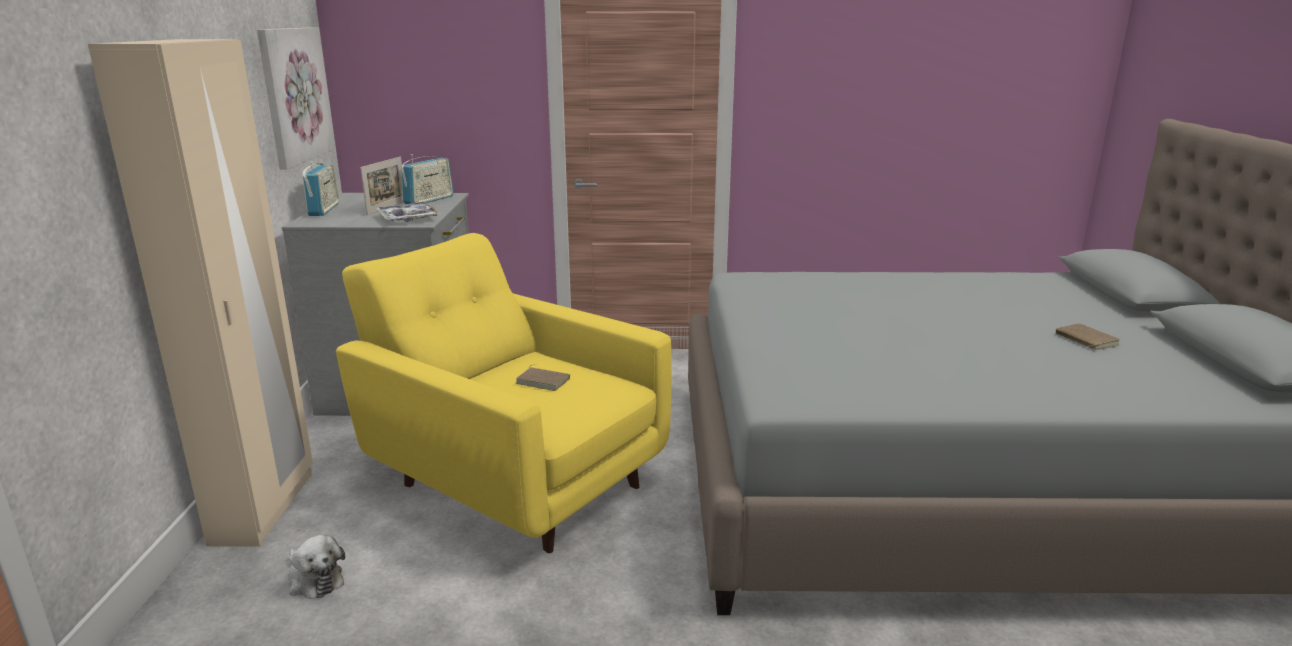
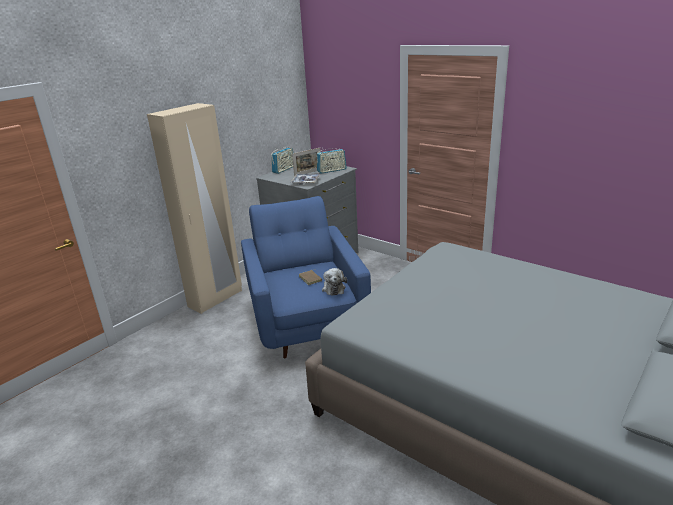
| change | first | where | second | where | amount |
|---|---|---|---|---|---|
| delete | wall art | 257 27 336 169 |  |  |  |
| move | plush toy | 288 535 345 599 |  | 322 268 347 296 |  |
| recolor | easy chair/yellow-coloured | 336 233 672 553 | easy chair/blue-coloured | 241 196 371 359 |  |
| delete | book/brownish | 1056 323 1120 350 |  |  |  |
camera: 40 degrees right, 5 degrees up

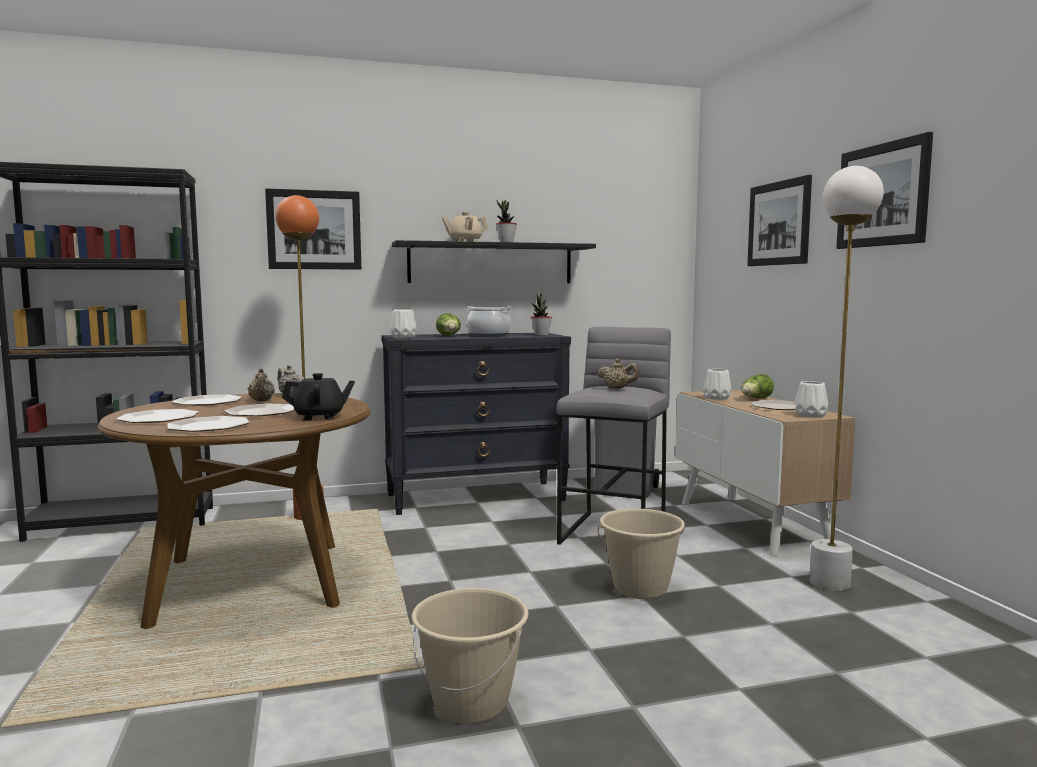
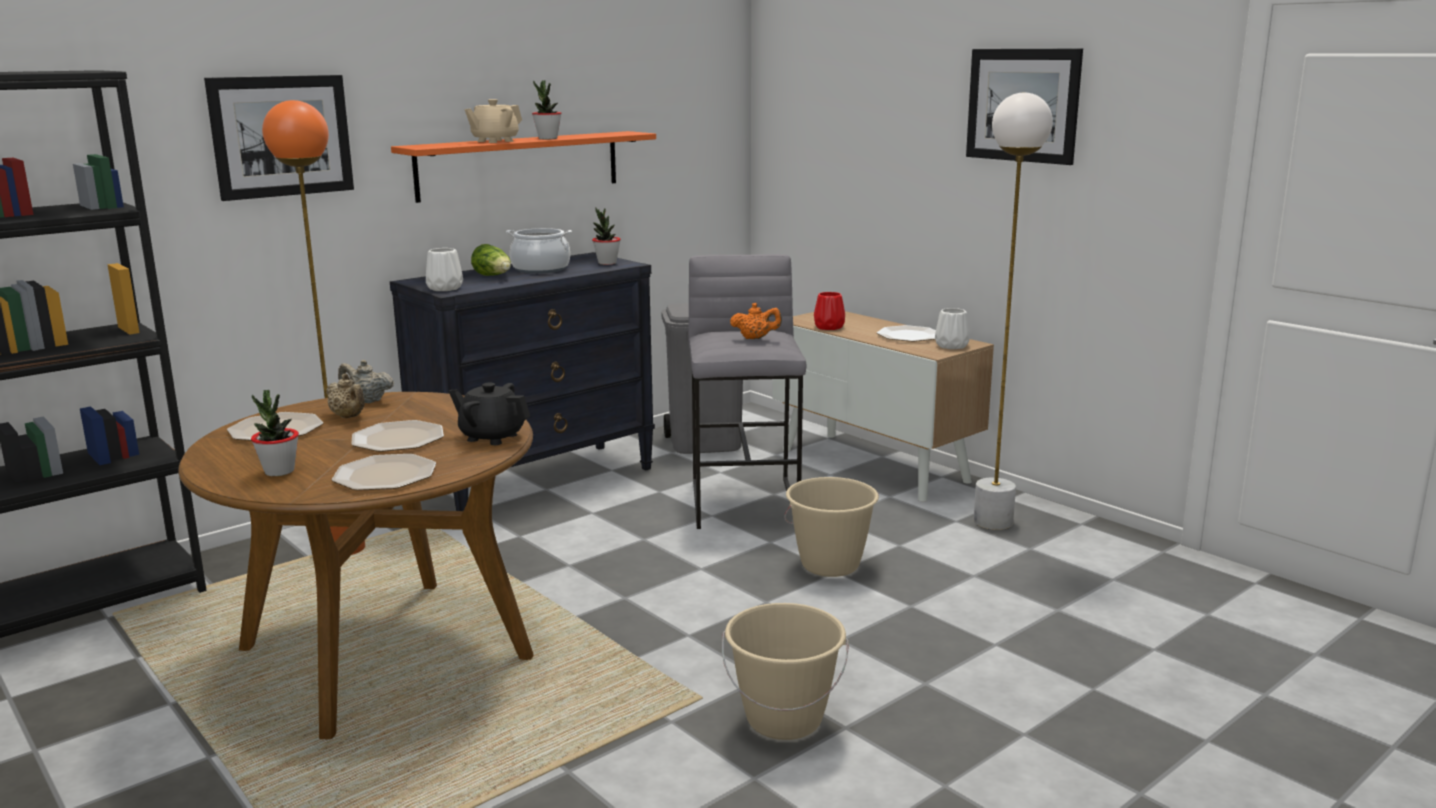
| change | first | where | second | where | amount |
|---|---|---|---|---|---|
| replace | dinner plate | 116 409 199 423 | potted plant | 251 390 299 476 |  |
| rotate | pot for tea/black-coloured | 282 373 355 421 |  | 449 382 530 445 | 120 degrees counterclockwise |
| recolor | shelf/black-coloured | 392 240 596 283 | shelf/orange | 391 131 656 203 |  |
| recolor | pot for tea/beige-coloured | 598 358 639 389 | pot for tea/orange | 730 303 782 339 |  |
| recolor | vase/whitish | 703 369 731 400 | vase/reddish | 814 292 845 330 |  |
| delete | lettuce head | 741 374 774 399 |  |  |  |
| delete | wall art | 747 175 812 266 |  |  |  |
camera: 25 degrees left, 10 degrees up

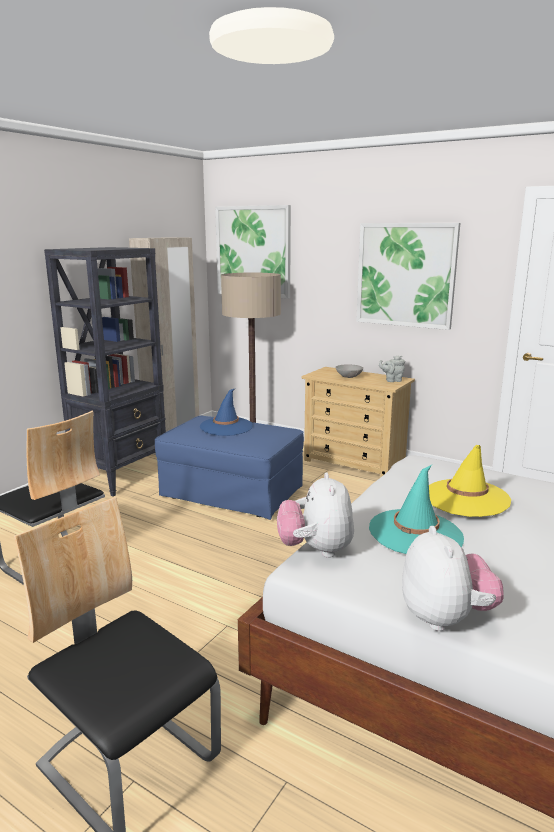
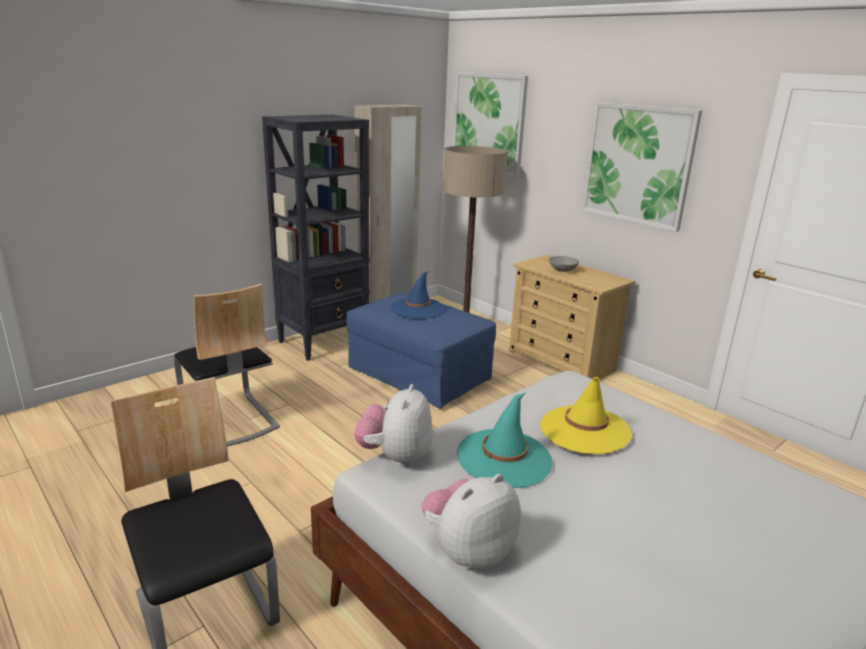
| change | first | where | second | where | amount |
|---|---|---|---|---|---|
| delete | pot for tea/gray | 379 355 405 382 |  |  |  |
| rotate | plush toy | 402 526 504 631 |  | 422 474 521 570 | 135 degrees counterclockwise |
camera: 15 degrees right, 5 degrees up

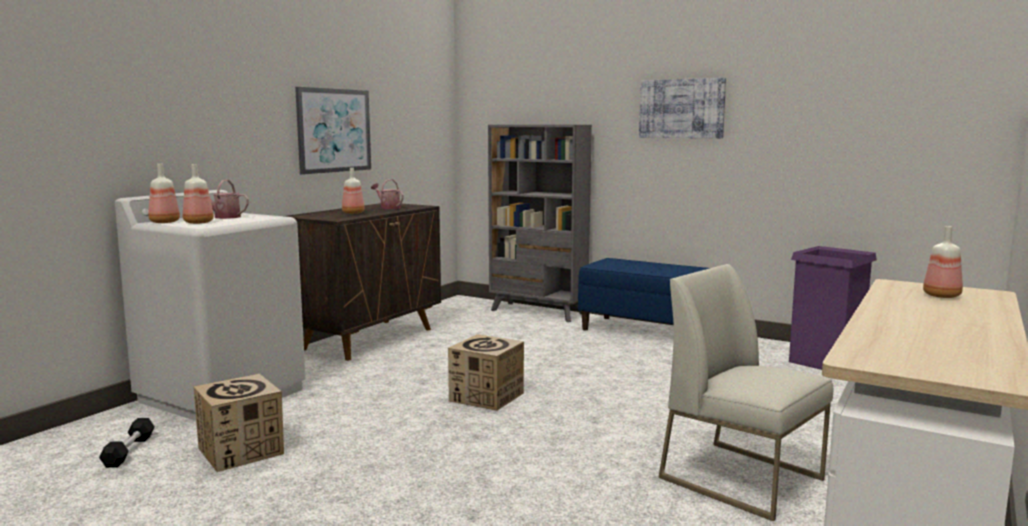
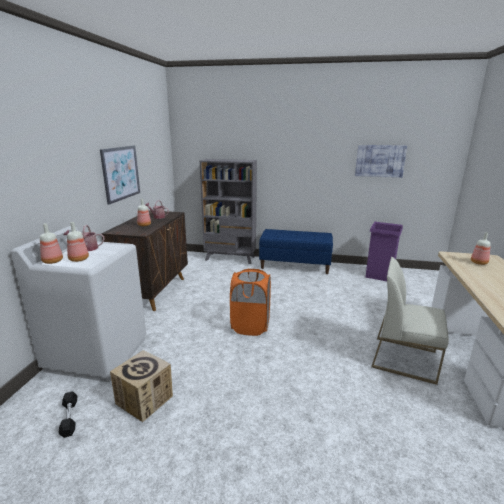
| change | first | where | second | where | amount |
|---|---|---|---|---|---|
| replace | cardboard box | 448 334 524 411 | washing basket/orange | 230 269 271 336 |  |
| move | wall art | 639 78 726 138 |  | 355 145 407 178 |  |
camera: 20 degrees left, 10 degrees up

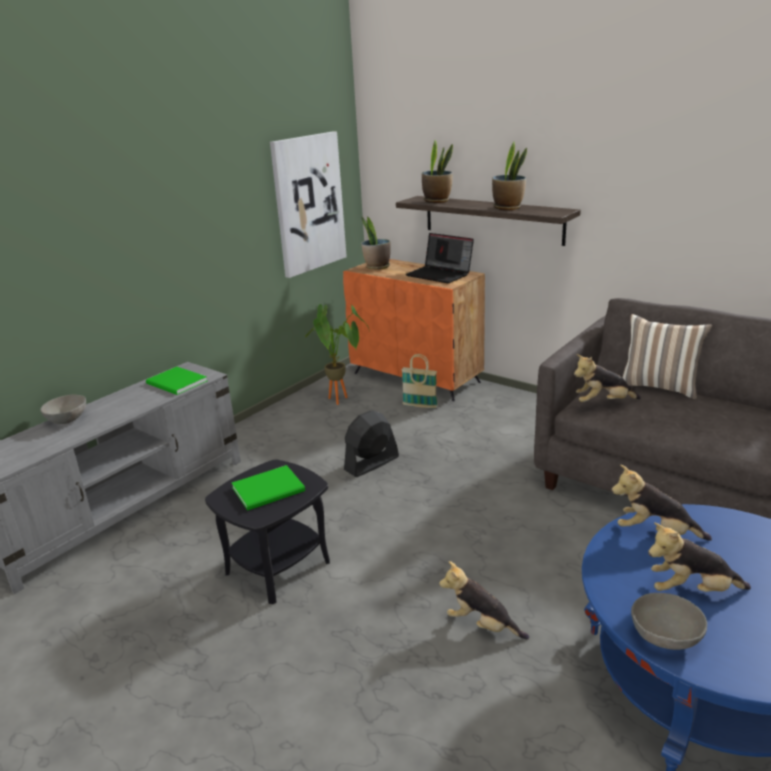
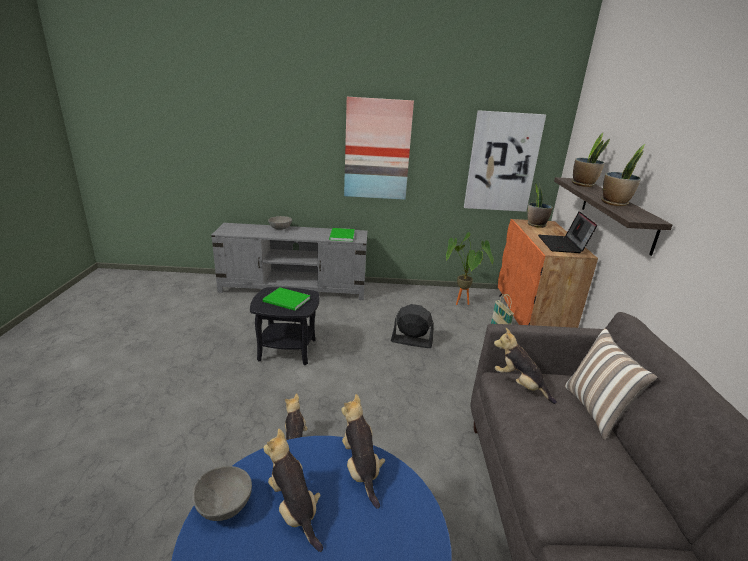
| change | first | where | second | where | amount |
|---|---|---|---|---|---|
| insert |  |  | wall art | 344 97 414 200 |  |
camera: 50 degrees right, 0 degrees up

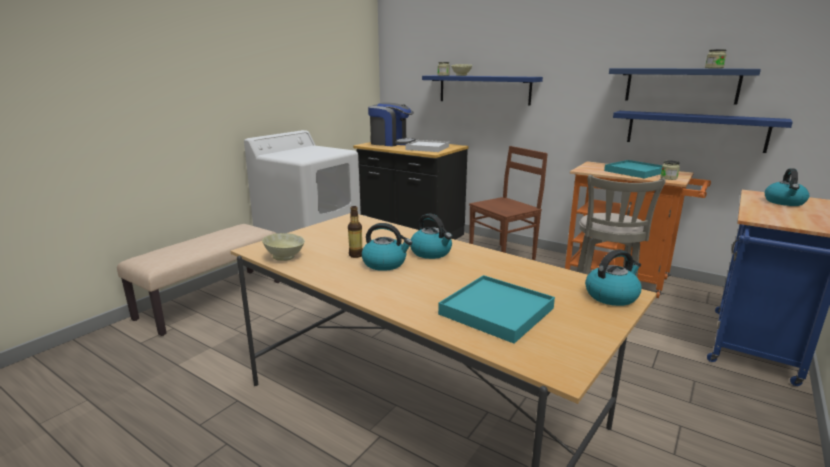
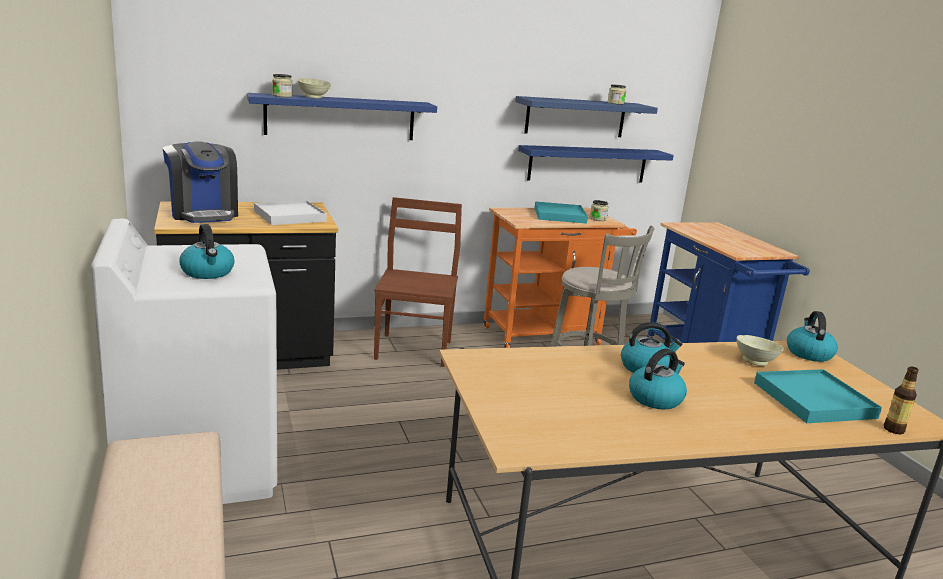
| change | first | where | second | where | amount |
|---|---|---|---|---|---|
| move | bowl/beige-coloured | 262 233 305 261 |  | 736 335 784 366 |  |
| move | drink bottle | 348 206 363 258 |  | 884 366 919 434 |  |
| rotate | coffee maker | 368 102 416 147 |  | 163 142 238 223 | 90 degrees clockwise |
| move | kettle | 765 168 809 206 |  | 179 224 235 279 |  |
camera: 55 degrees left, 0 degrees up

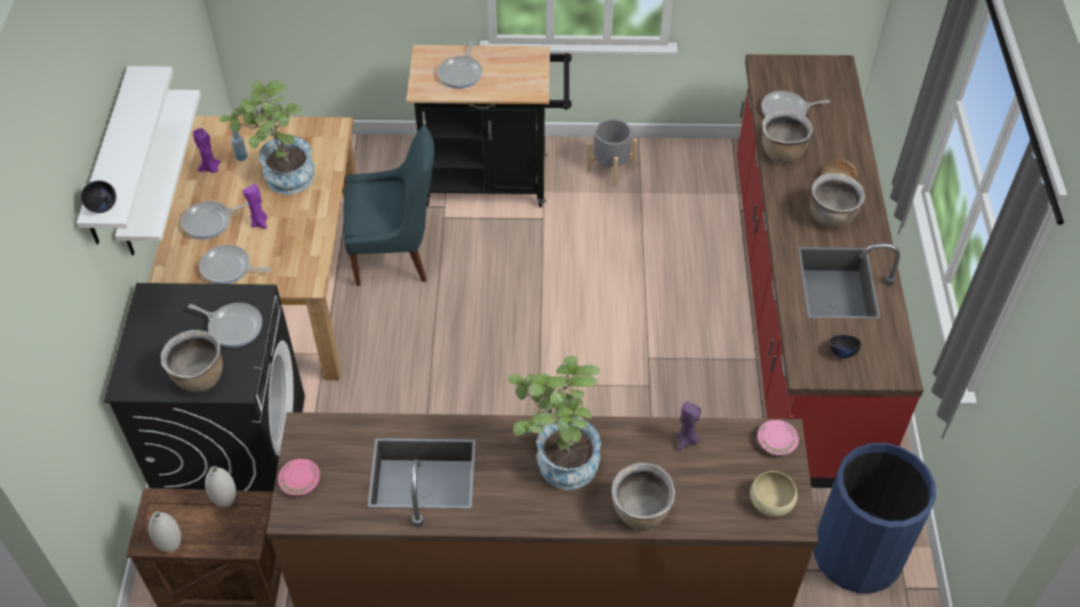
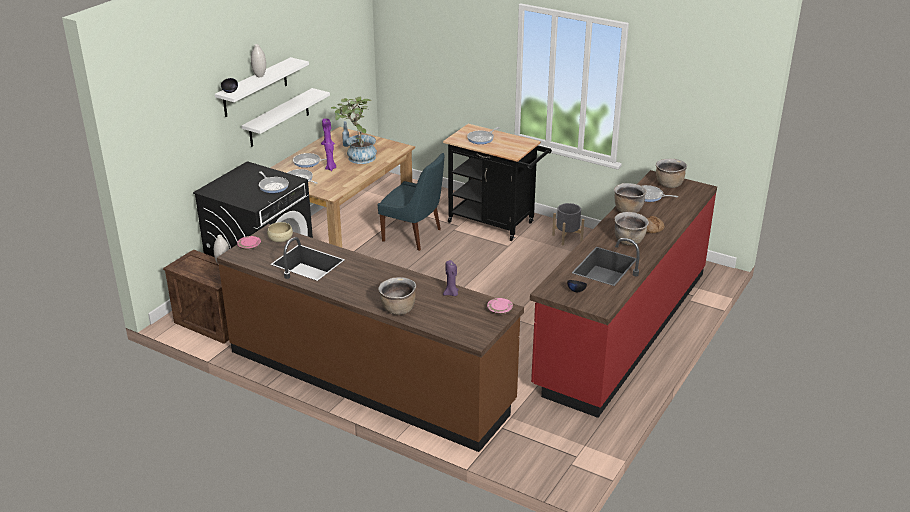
| change | first | where | second | where | amount |
|---|---|---|---|---|---|
| move | vase/whitish | 148 512 181 552 |  | 251 44 266 77 |  |
| move | saucepot/brownish | 161 330 223 392 |  | 656 159 687 188 |  |
| delete | potted plant | 508 356 602 490 |  |  |  |
| move | bowl/beige-coloured | 750 471 797 517 |  | 267 222 293 242 |  |
| delete | rubbish bin/blue-coloured | 813 443 936 593 |  |  |  |
camera: 30 degrees right, 20 degrees down

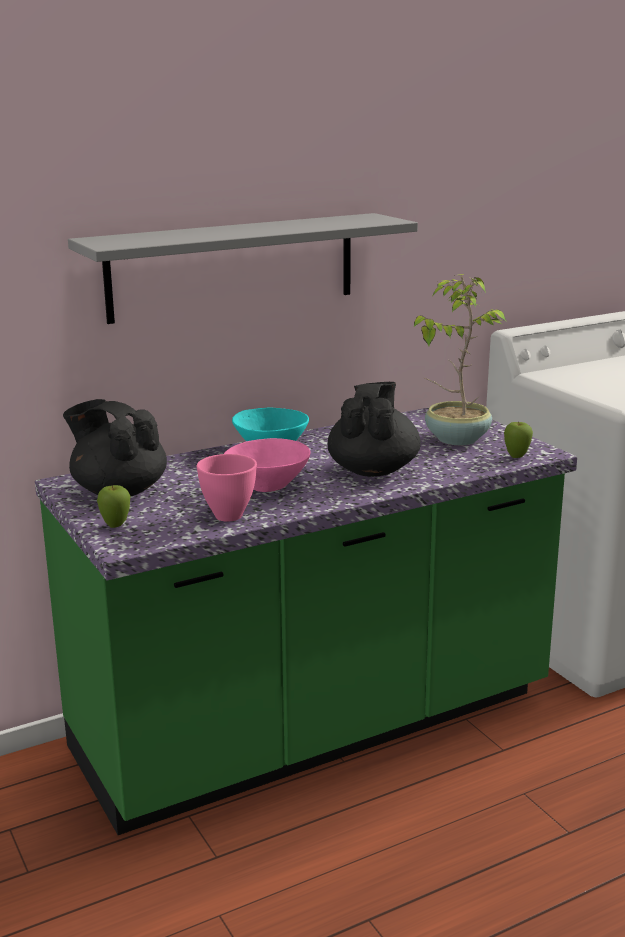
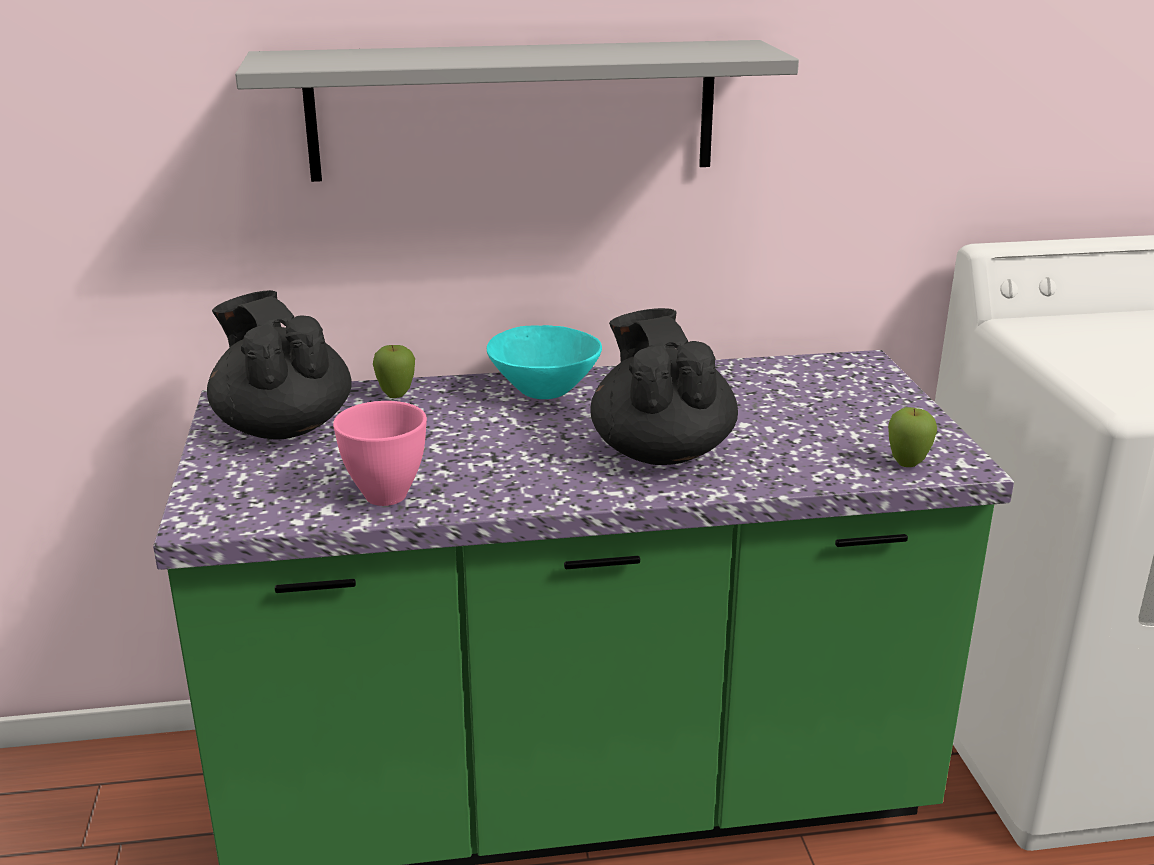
| change | first | where | second | where | amount |
|---|---|---|---|---|---|
| move | whole apple | 97 485 130 528 |  | 373 345 415 398 |  |
| delete | bowl/pinkish | 224 438 310 492 |  |  |  |
| rotate | pot for tea/black-coloured | 328 382 421 477 |  | 590 308 738 465 | 45 degrees counterclockwise |
| delete | potted plant | 414 274 507 445 |  |  |  |
camera: 20 degrees right, 5 degrees up

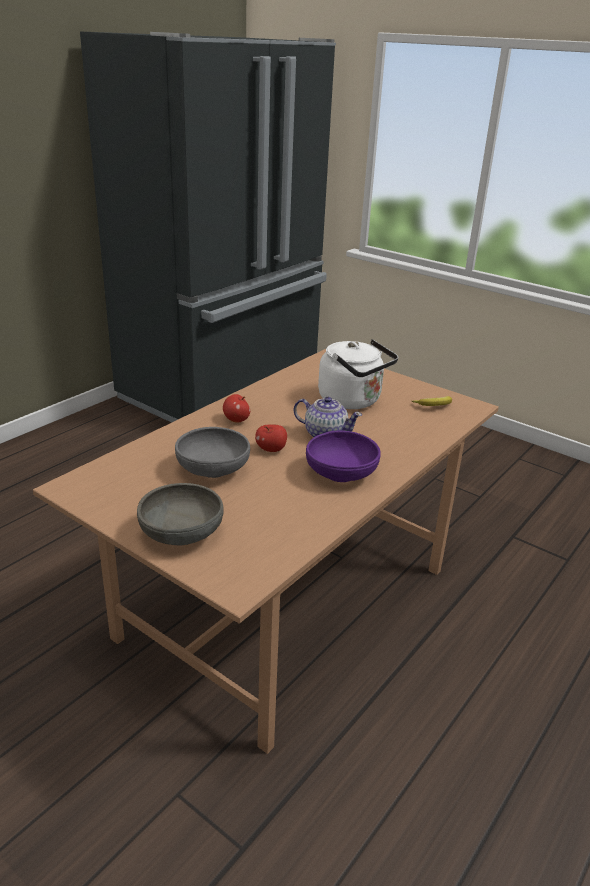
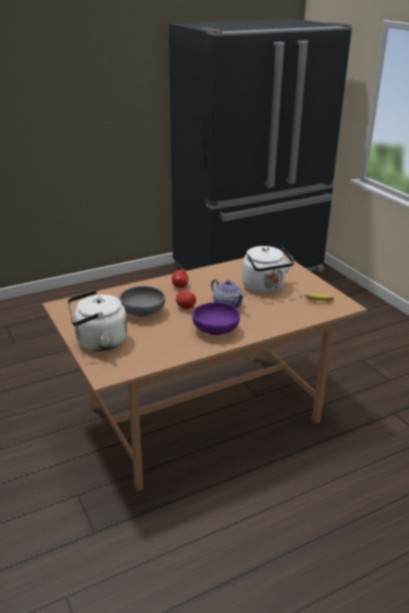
| change | first | where | second | where | amount |
|---|---|---|---|---|---|
| replace | bowl/gray | 137 483 224 546 | kettle/whitish | 68 290 127 351 |  |
camera: 25 degrees right, 0 degrees up

